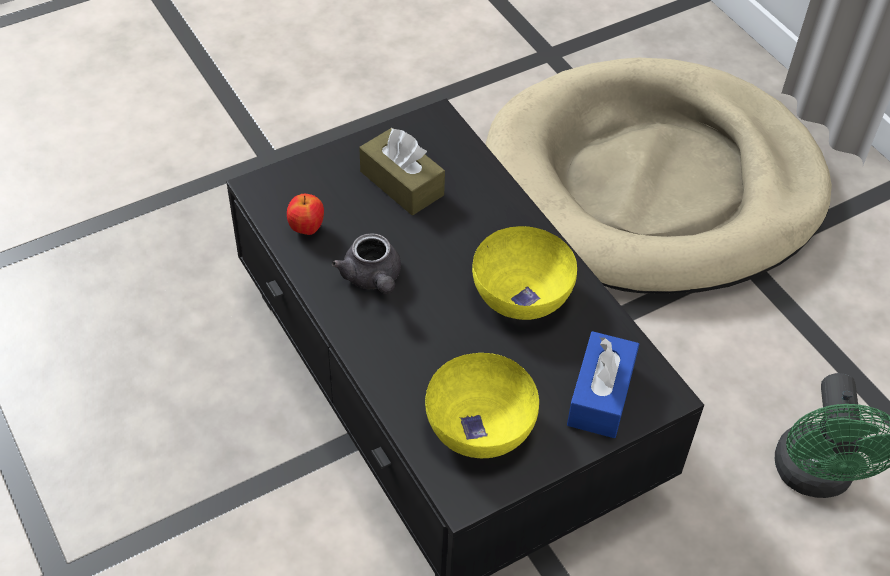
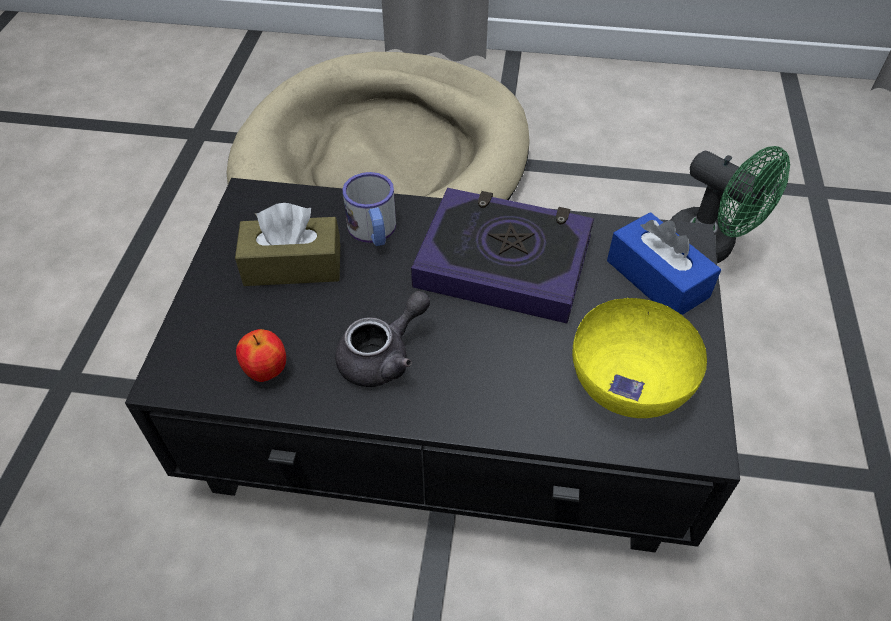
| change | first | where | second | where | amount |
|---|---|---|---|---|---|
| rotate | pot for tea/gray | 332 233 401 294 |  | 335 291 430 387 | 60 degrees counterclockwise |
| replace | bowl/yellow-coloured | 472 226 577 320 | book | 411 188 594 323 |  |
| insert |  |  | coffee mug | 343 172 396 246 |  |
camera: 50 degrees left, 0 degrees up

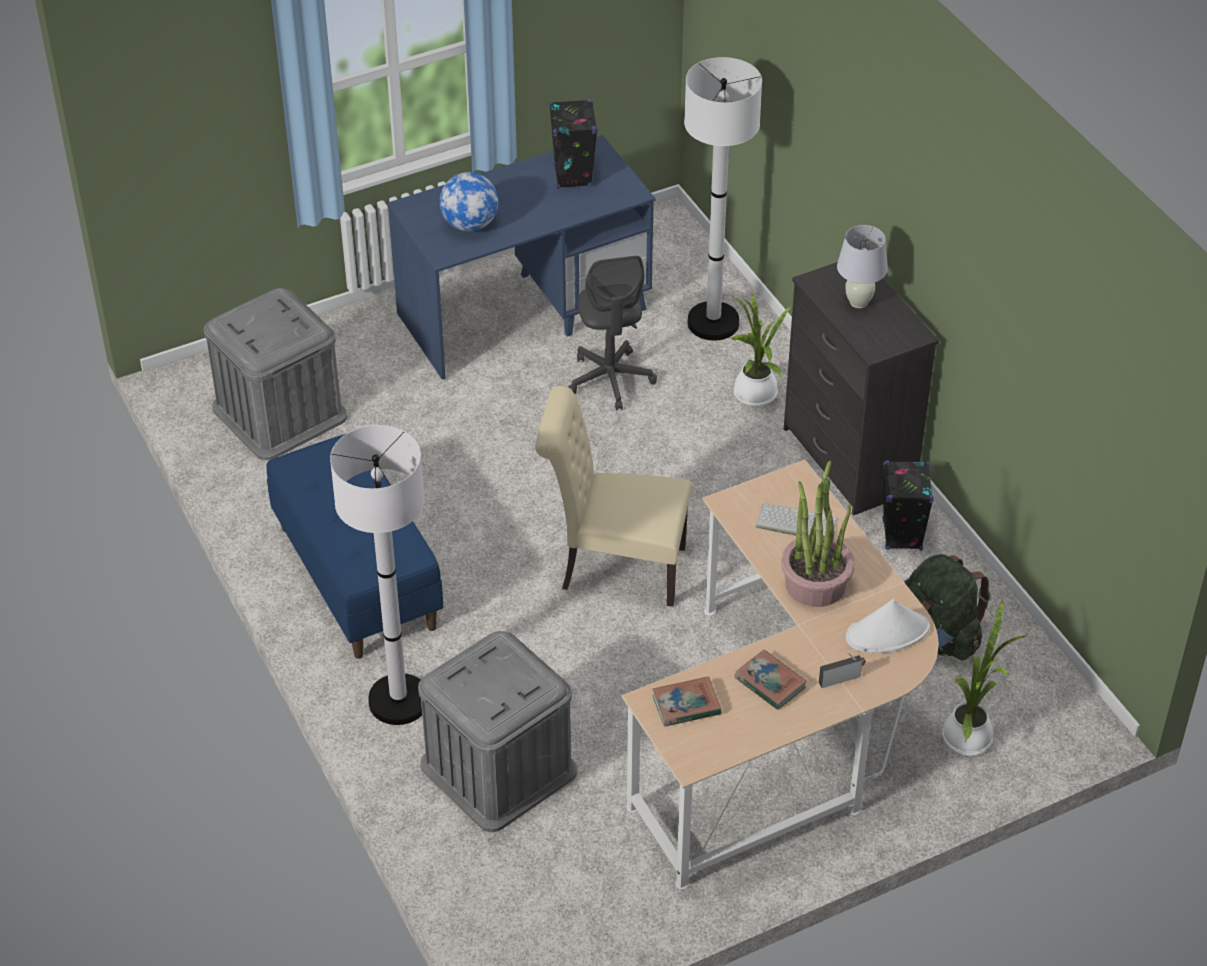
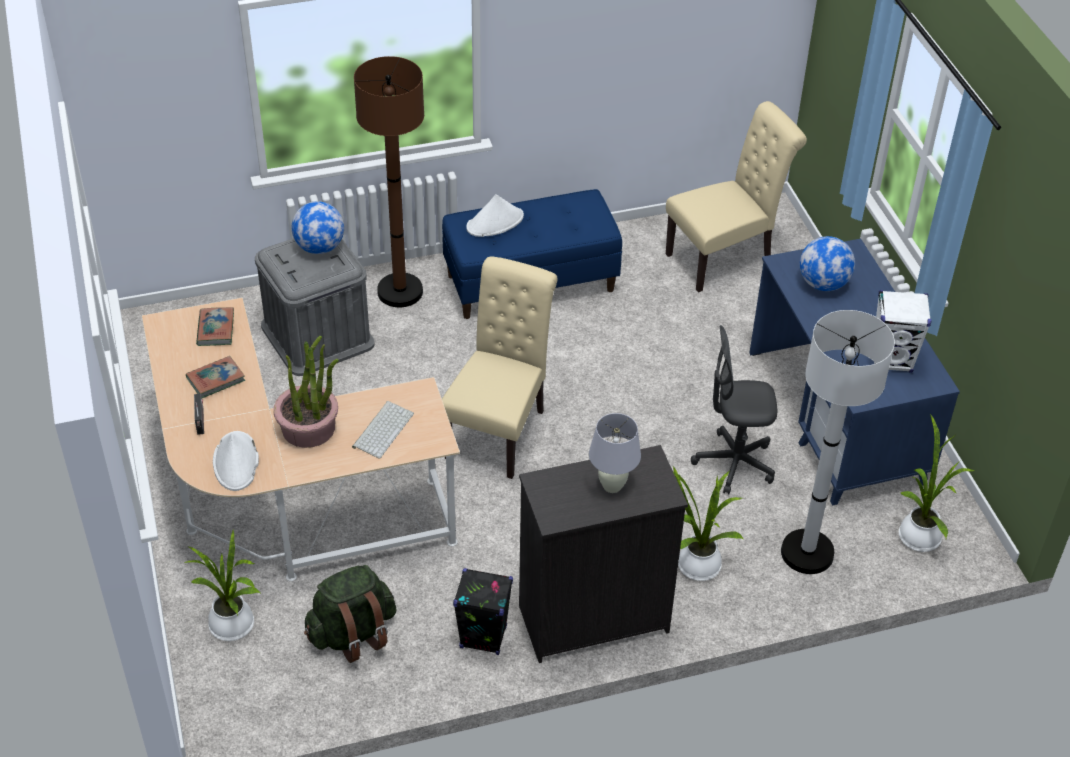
| change | first | where | second | where | amount |
|---|---|---|---|---|---|
| replace | storage box/gray | 204 288 347 460 | upright chair/beige-coloured | 666 101 807 293 |  |
| recolor | standing lamp/whitish | 330 425 425 725 | standing lamp/brownish | 354 56 424 307 |  |
| recolor | audio speaker/black-coloured | 549 99 598 189 | audio speaker/whitish | 874 290 931 373 |  |
| insert |  |  | world globe | 292 201 344 254 |  |
| insert |  |  | hat/whitish | 466 194 524 237 |  |
| insert |  |  | potted plant | 899 413 974 552 |  |
camera: 100 degrees right, 0 degrees up

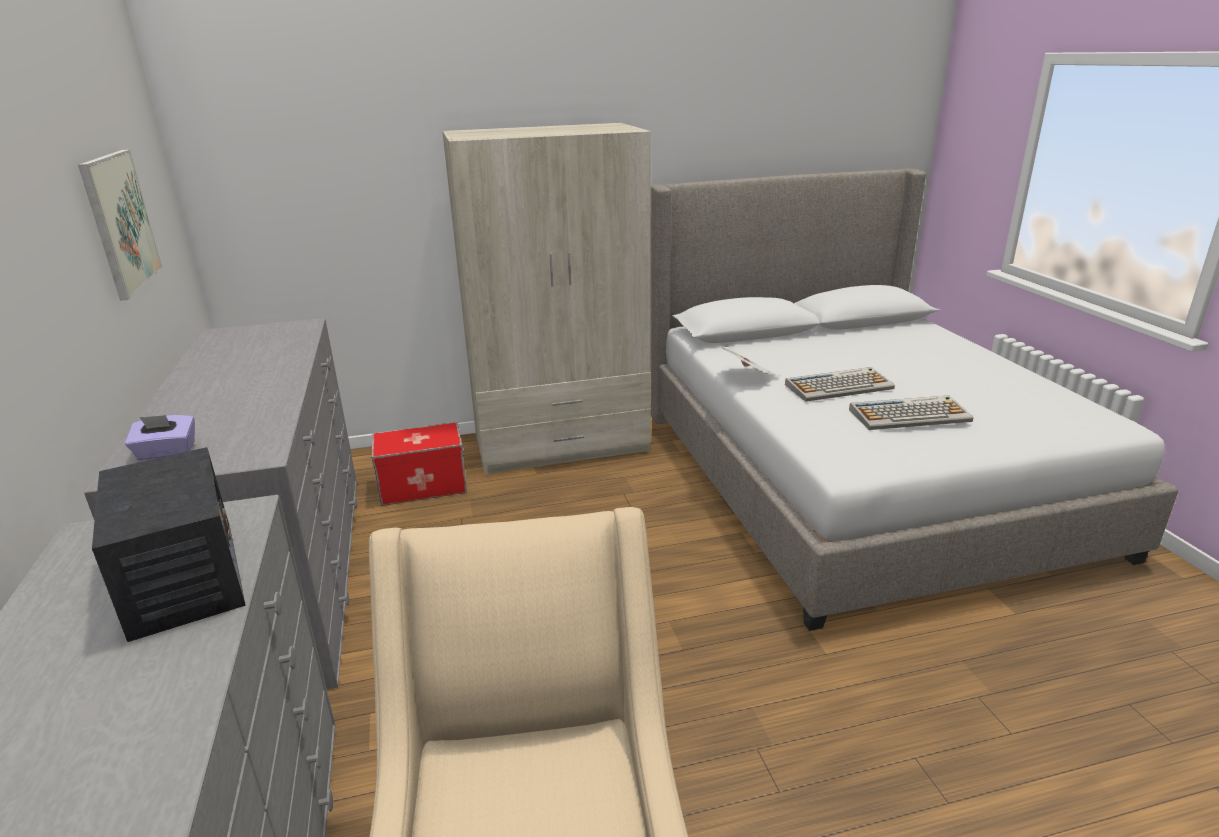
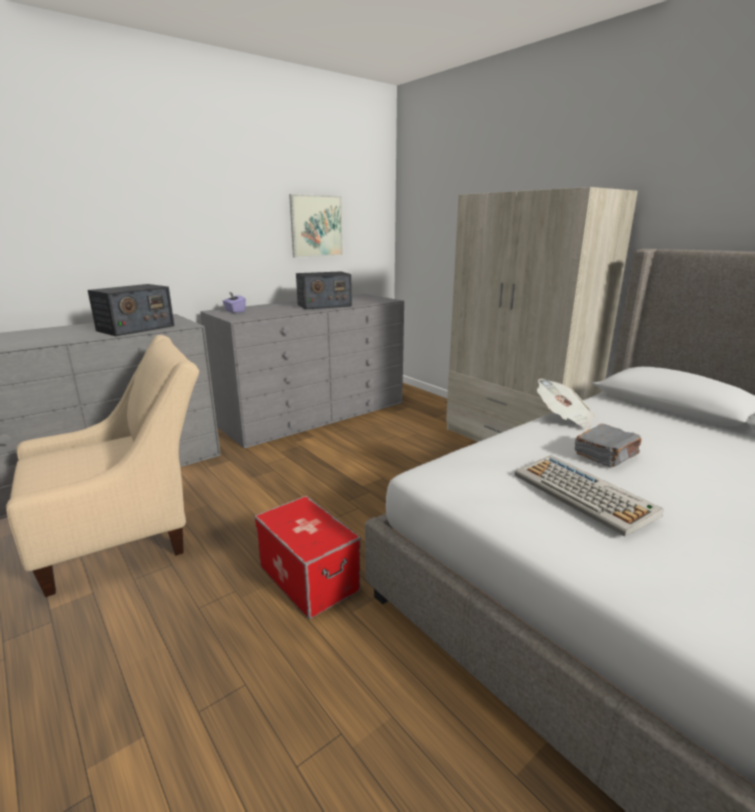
| change | first | where | second | where | amount |
|---|---|---|---|---|---|
| move | storage box | 372 422 467 506 |  | 255 496 361 619 |  |
| replace | PC keyboard | 785 367 895 402 | book/gray | 574 424 641 467 |  |
| insert |  |  | radio set | 296 271 352 309 |  |
camera: 65 degrees right, 5 degrees down

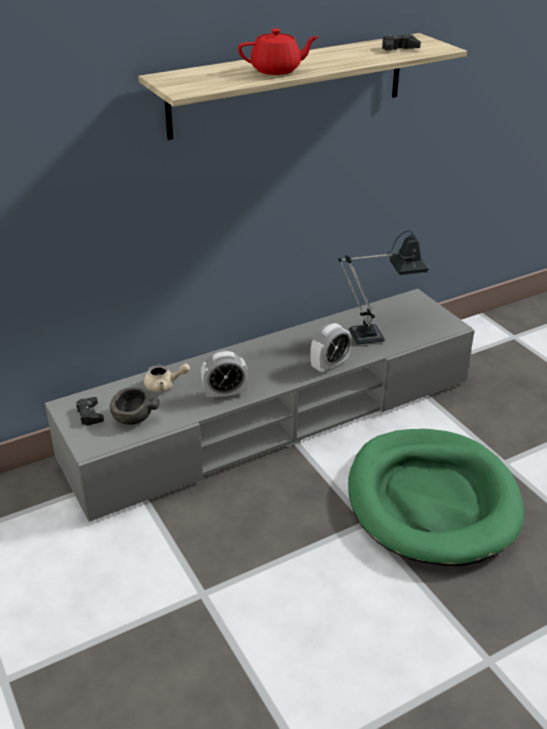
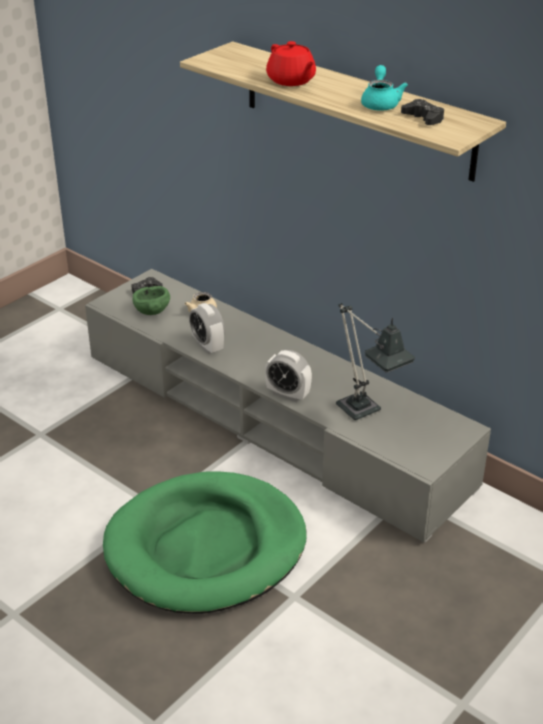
| change | first | where | second | where | amount |
|---|---|---|---|---|---|
| recolor | bowl/gray | 110 387 160 425 | bowl/green | 133 286 170 315 |  |
| insert |  |  | pot for tea/blue-green | 361 65 408 111 |  |
camera: 70 degrees right, 0 degrees up

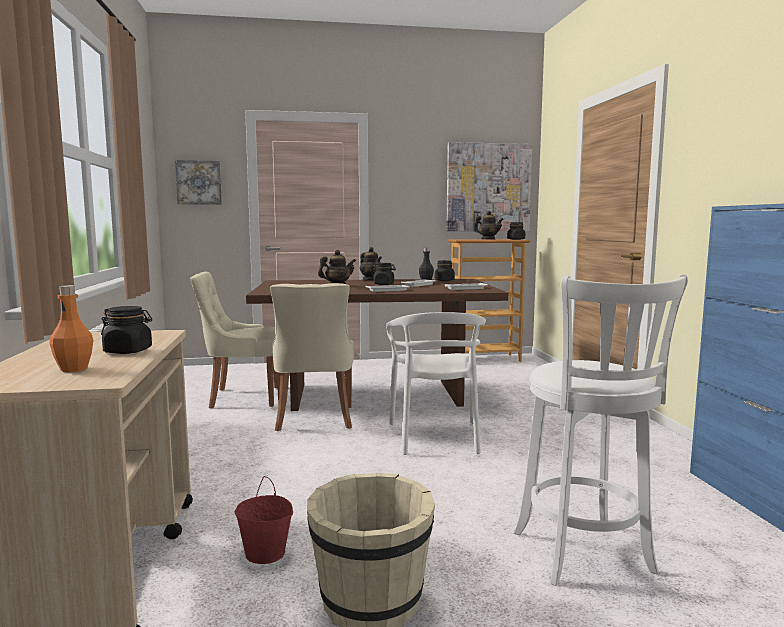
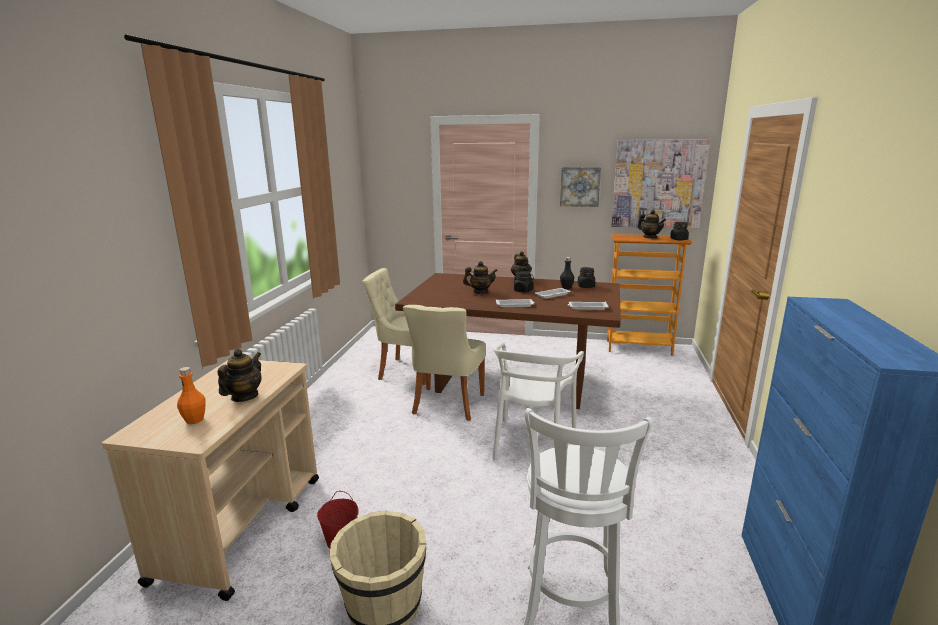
| change | first | where | second | where | amount |
|---|---|---|---|---|---|
| replace | preserve jar/black-coloured | 101 306 152 354 | pot for tea | 217 349 262 402 |  |
| move | wall art | 175 160 222 205 |  | 560 167 601 207 |  |
camera: 20 degrees right, 10 degrees up

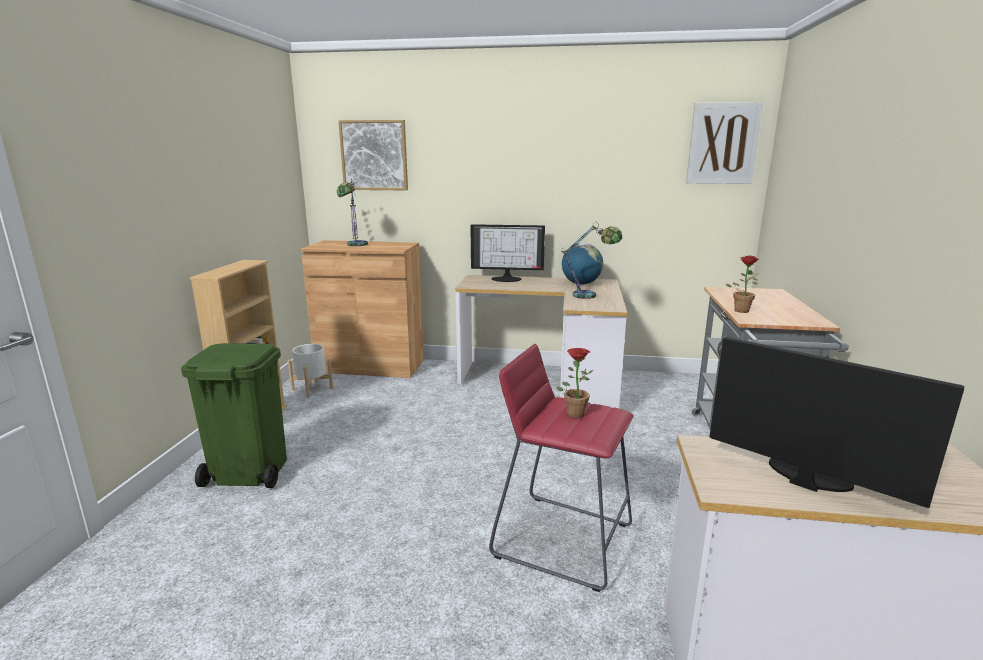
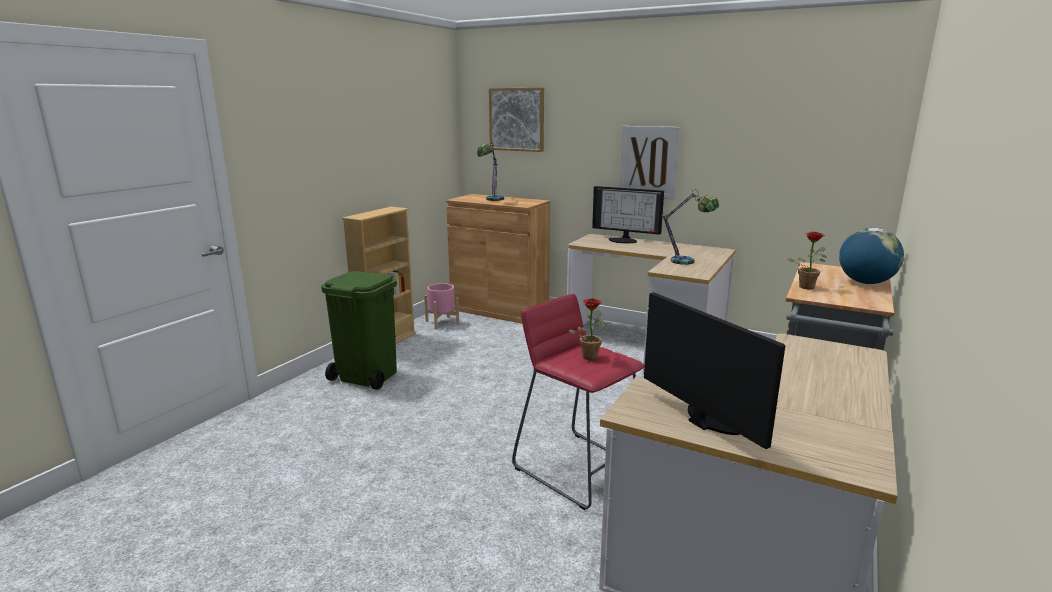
| change | first | where | second | where | amount |
|---|---|---|---|---|---|
| recolor | planter/whitish | 288 344 333 398 | planter/pinkish | 424 283 459 329 |  |
| move | world globe | 562 243 603 285 |  | 839 228 904 284 |  |
| move | wall art | 686 102 764 184 |  | 620 126 680 199 |  |
camera: 20 degrees right, 0 degrees up

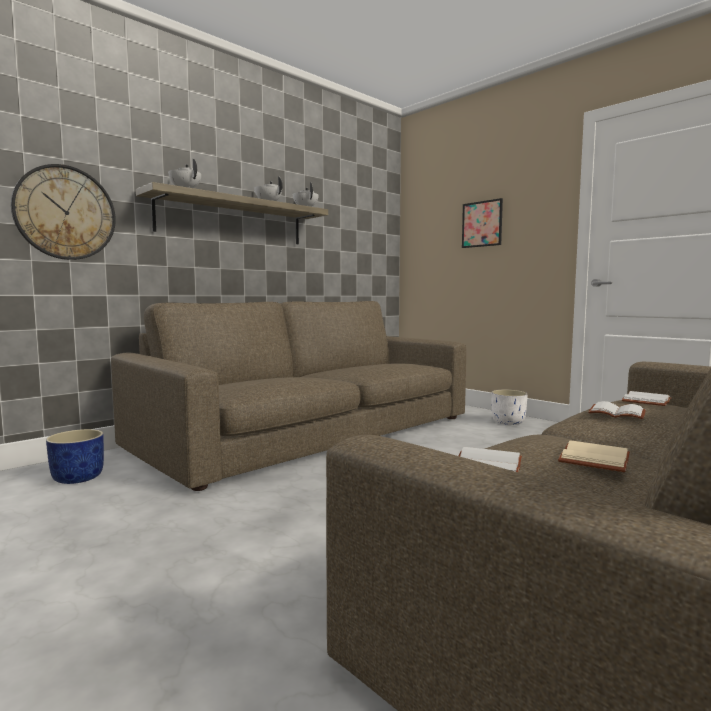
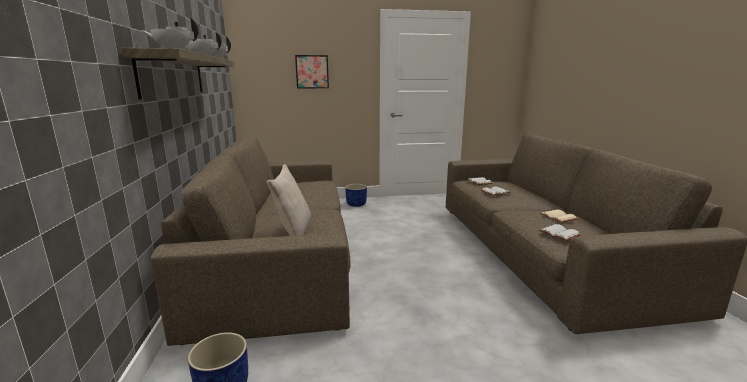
| change | first | where | second | where | amount |
|---|---|---|---|---|---|
| delete | wall clock | 11 164 116 260 |  |  |  |
| recolor | planter/whitish | 491 390 528 425 | planter/blue-coloured | 345 184 367 207 |  |
| insert |  |  | throw pillow/beige-coloured | 267 164 311 236 |  |
camera: 55 degrees left, 10 degrees up

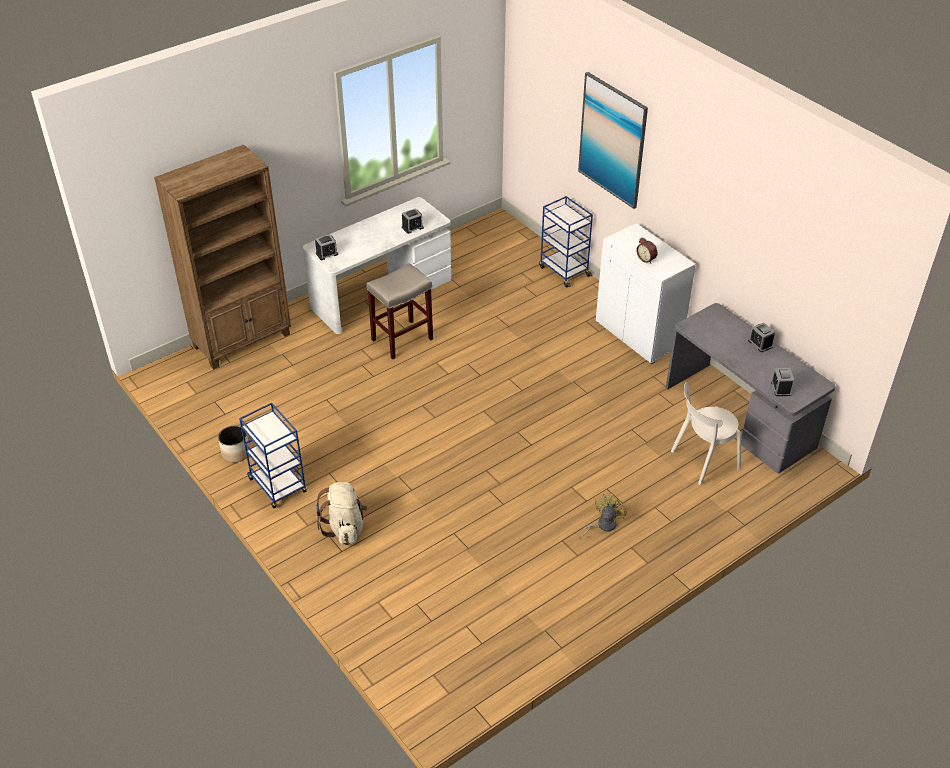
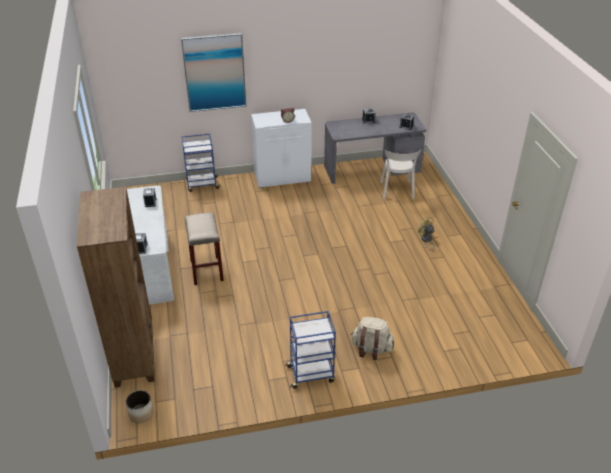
| change | first | where | second | where | amount |
|---|---|---|---|---|---|
| move | planter | 218 426 250 463 |  | 126 390 154 423 |  |
camera: 65 degrees left, 5 degrees down

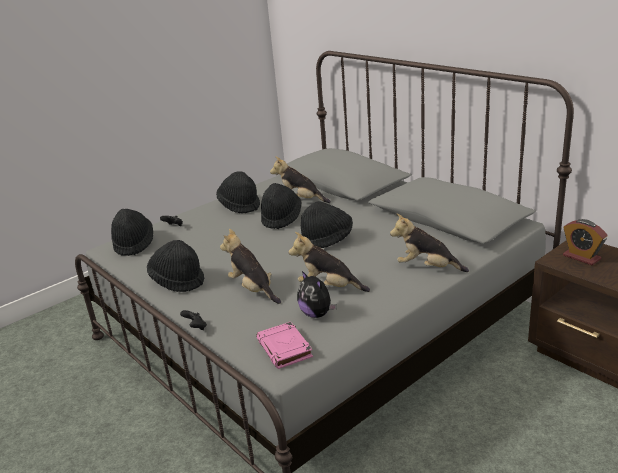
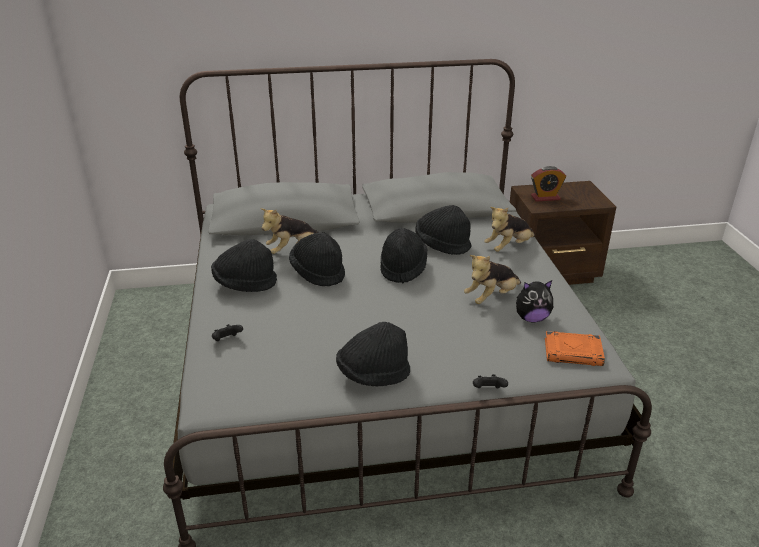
| change | first | where | second | where | amount |
|---|---|---|---|---|---|
| move | hat/black-coloured | 111 209 153 256 |  | 415 205 471 255 |  |
| delete | plush toy | 220 229 281 304 |  |  |  |
| recolor | book/pinkish | 256 322 313 369 | book/orange | 545 331 605 366 |  |
camera: 60 degrees left, 5 degrees up

